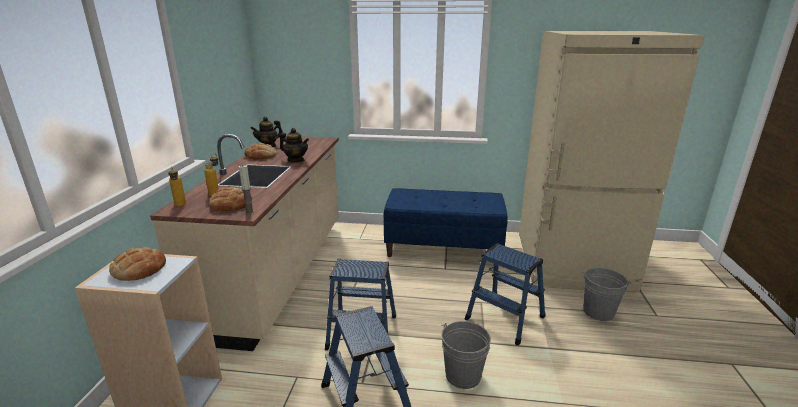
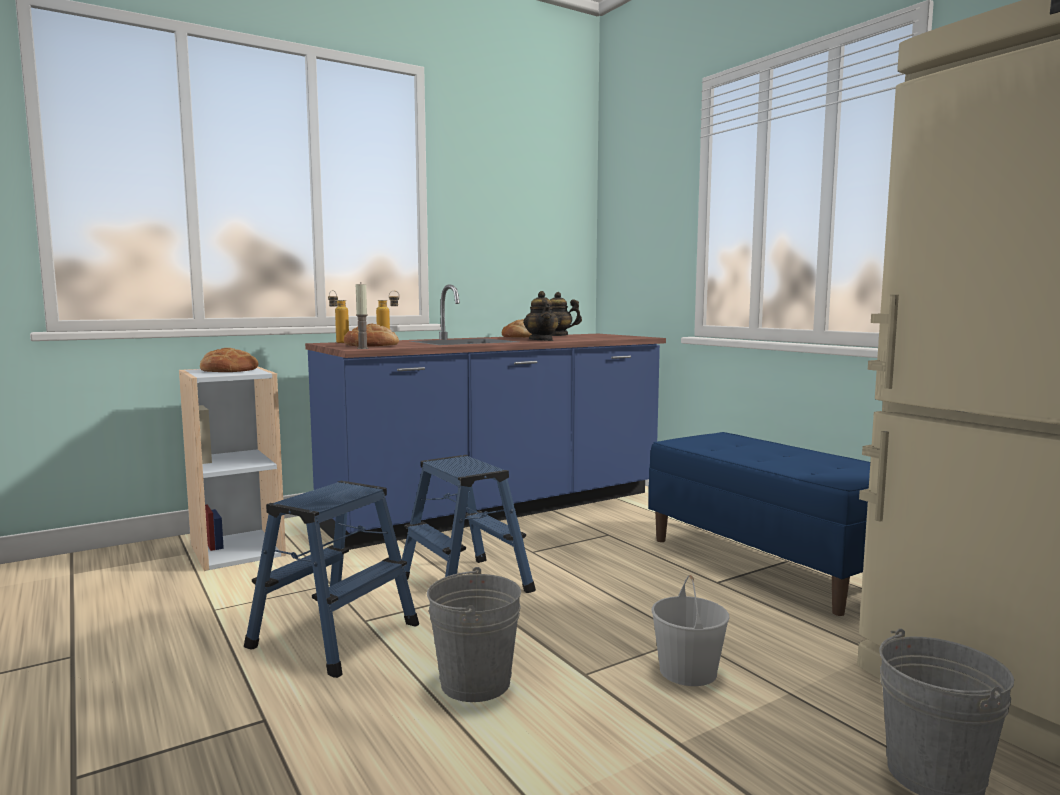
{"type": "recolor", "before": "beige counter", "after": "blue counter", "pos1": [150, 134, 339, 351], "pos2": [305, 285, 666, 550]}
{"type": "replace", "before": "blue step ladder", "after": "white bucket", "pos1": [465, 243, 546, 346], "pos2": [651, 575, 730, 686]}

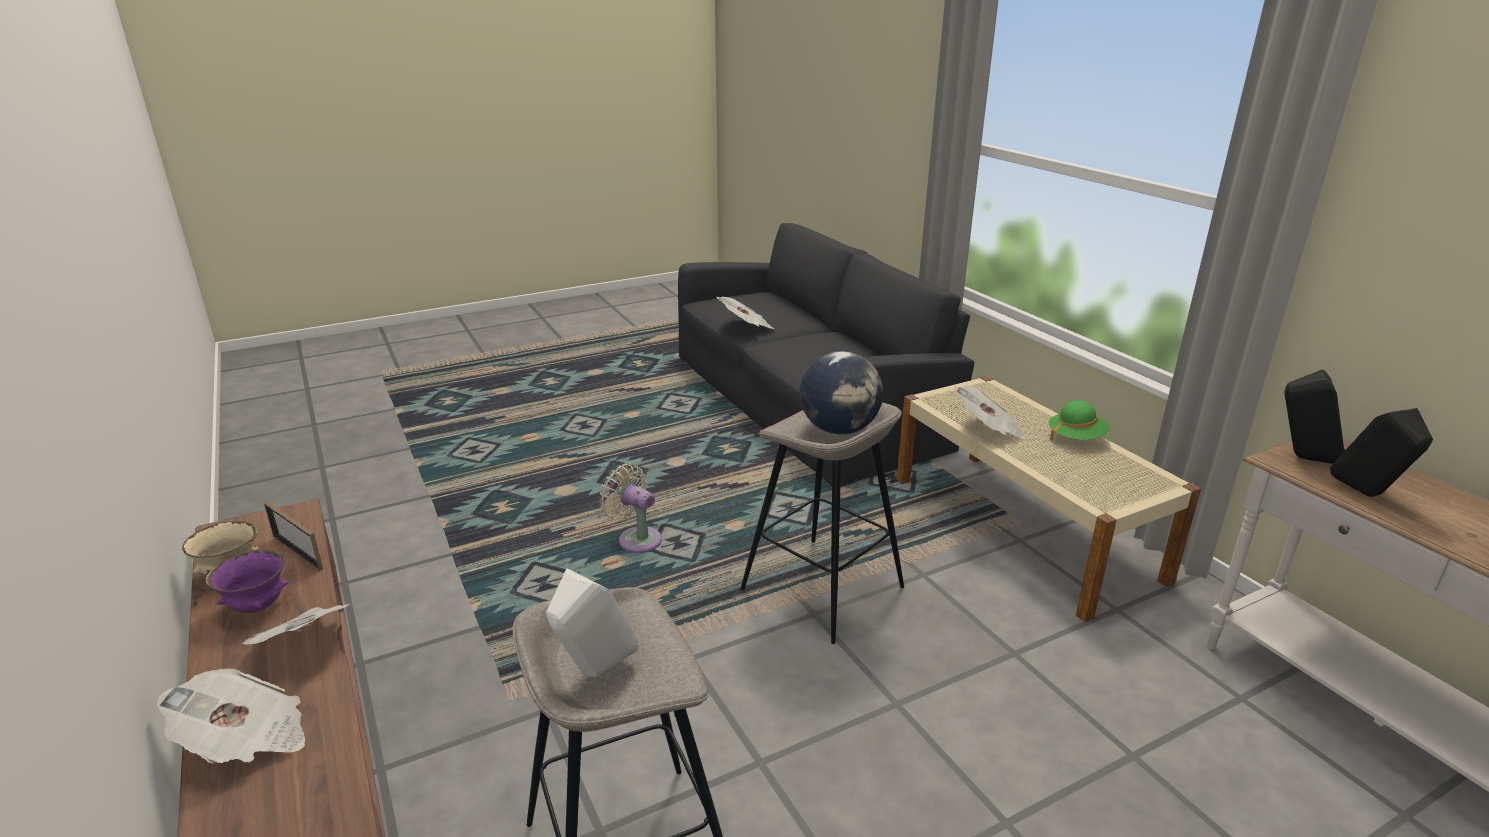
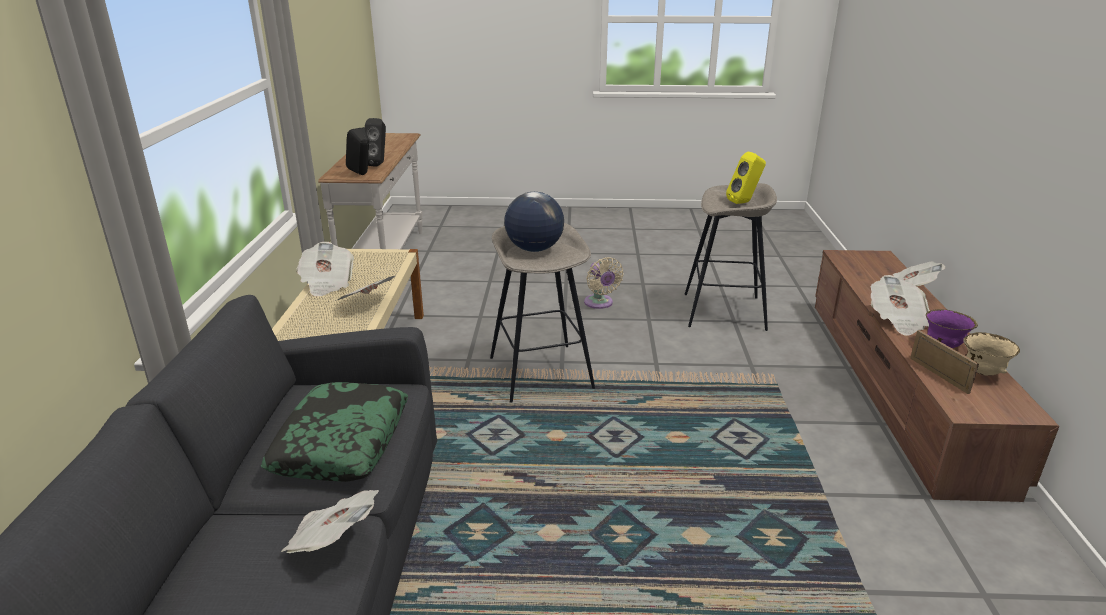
{"type": "insert", "after": "pillow", "pos2": [261, 382, 408, 482]}
{"type": "replace", "before": "green hat", "after": "newspaper", "pos1": [1049, 400, 1110, 442], "pos2": [296, 242, 354, 297]}
{"type": "move", "before": "beige fan", "pos1": [600, 463, 662, 553], "pos2": [584, 257, 624, 309]}
{"type": "recolor", "before": "white speaker", "after": "yellow speaker", "pos1": [546, 569, 640, 677], "pos2": [726, 152, 766, 204]}

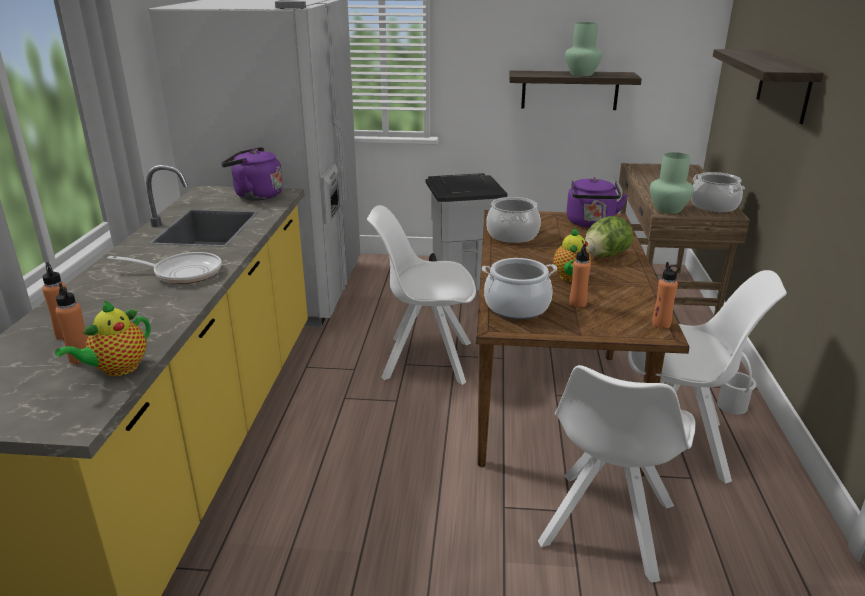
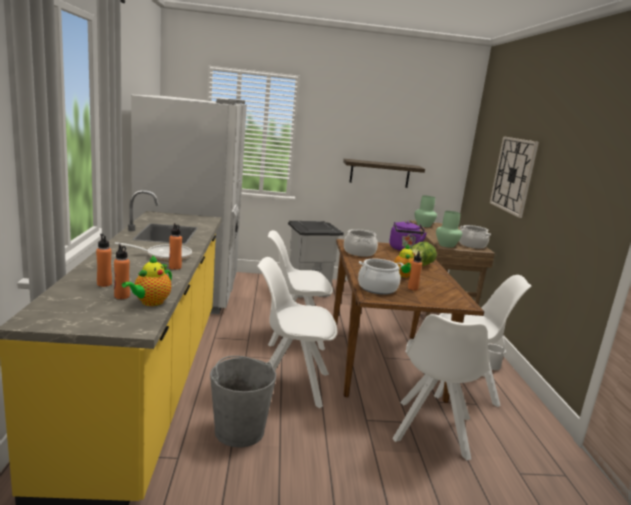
{"type": "move", "before": "orange bottle", "pos1": [652, 262, 680, 329], "pos2": [169, 223, 182, 270]}
{"type": "insert", "after": "grey bucket", "pos2": [210, 356, 276, 448]}
{"type": "insert", "after": "white chair", "pos2": [257, 257, 337, 408]}
{"type": "move", "before": "green vase", "pos1": [565, 22, 602, 76], "pos2": [415, 196, 437, 227]}
{"type": "replace", "before": "shelf", "after": "wall clock", "pos1": [713, 49, 824, 124], "pos2": [490, 136, 539, 218]}
{"type": "delete", "before": "purple kettle", "pos1": [221, 147, 283, 201]}

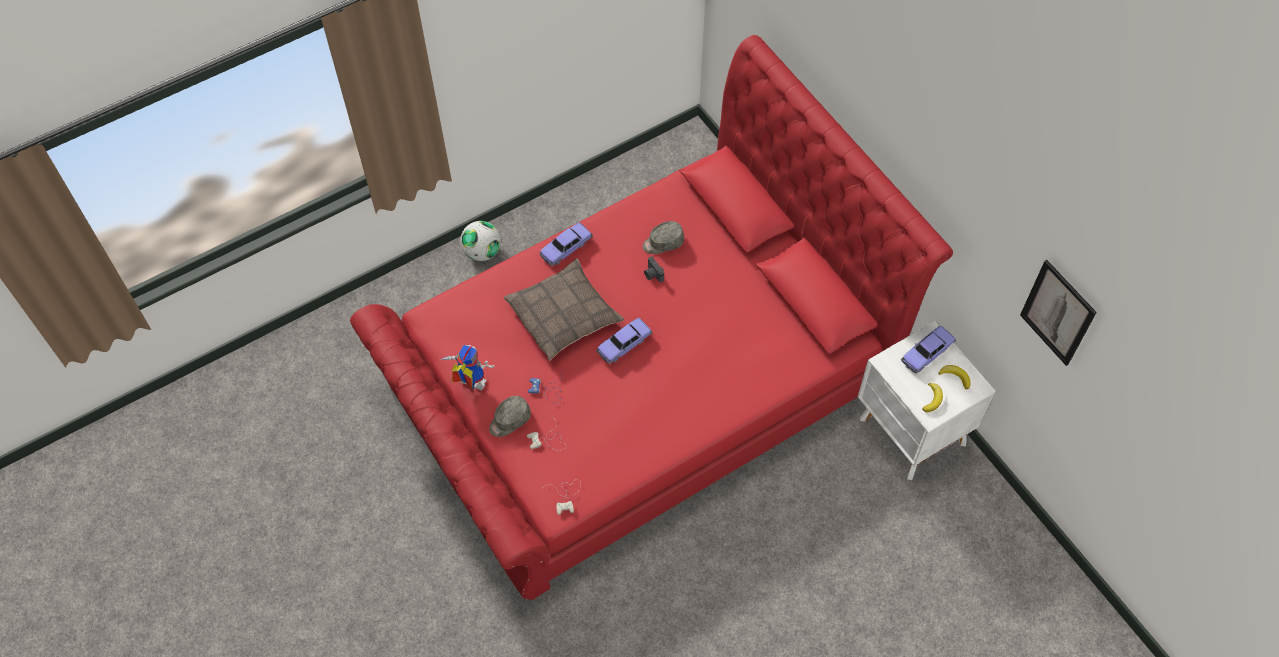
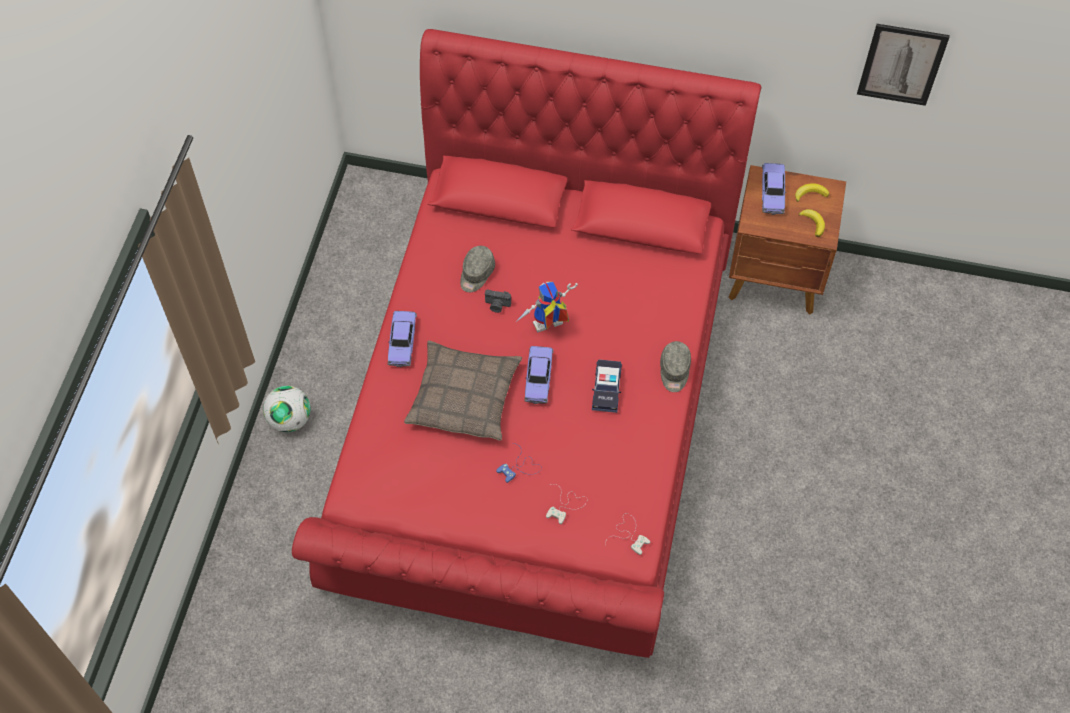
{"type": "move", "before": "toy robot", "pos1": [440, 345, 494, 390], "pos2": [516, 282, 578, 332]}
{"type": "insert", "after": "toy car", "pos2": [592, 359, 622, 413]}
{"type": "move", "before": "grey cap", "pos1": [489, 396, 531, 437], "pos2": [660, 341, 691, 392]}
{"type": "recolor", "before": "white nightstand", "after": "brown nightstand", "pos1": [858, 321, 995, 480], "pos2": [729, 165, 846, 315]}

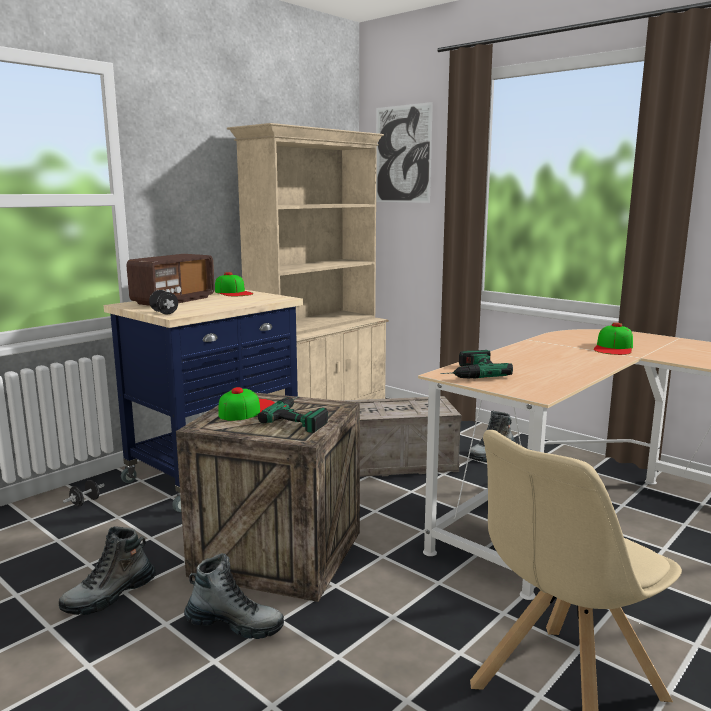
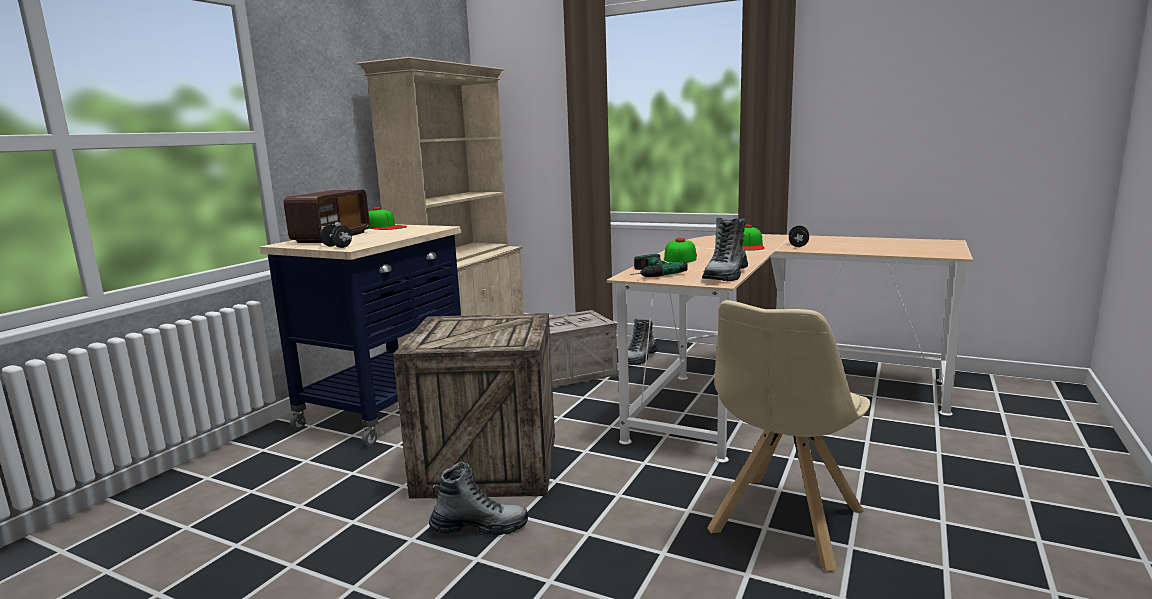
{"type": "move", "before": "cap", "pos1": [219, 387, 275, 421], "pos2": [664, 238, 697, 263]}
{"type": "move", "before": "boot", "pos1": [59, 526, 156, 615], "pos2": [702, 218, 748, 281]}
{"type": "move", "before": "black dumbbell", "pos1": [63, 480, 104, 507], "pos2": [789, 226, 809, 247]}
{"type": "delete", "before": "power drill", "pos1": [258, 397, 328, 433]}
{"type": "delete", "before": "picture", "pos1": [376, 102, 433, 203]}

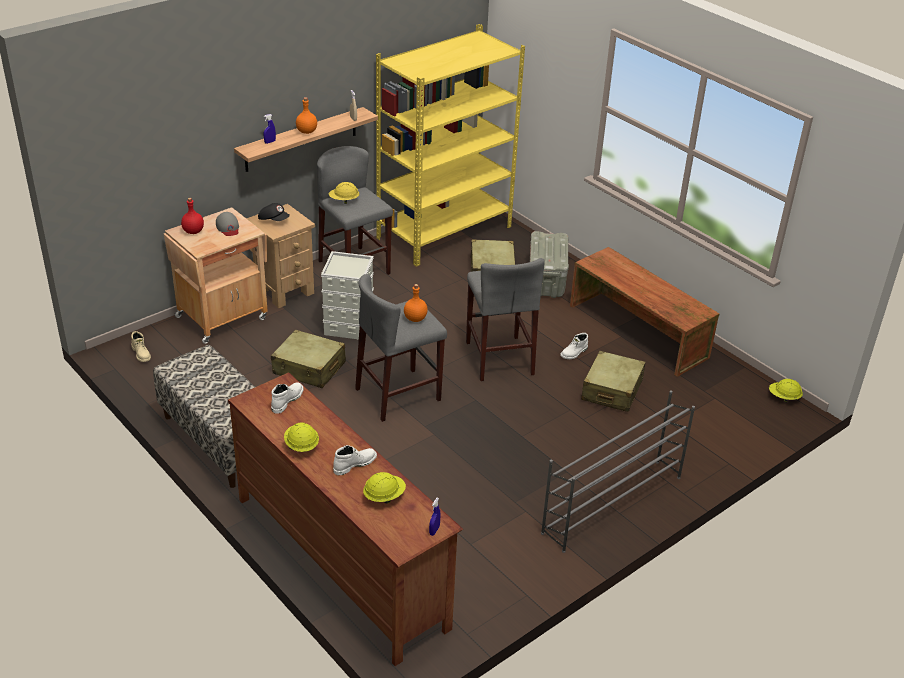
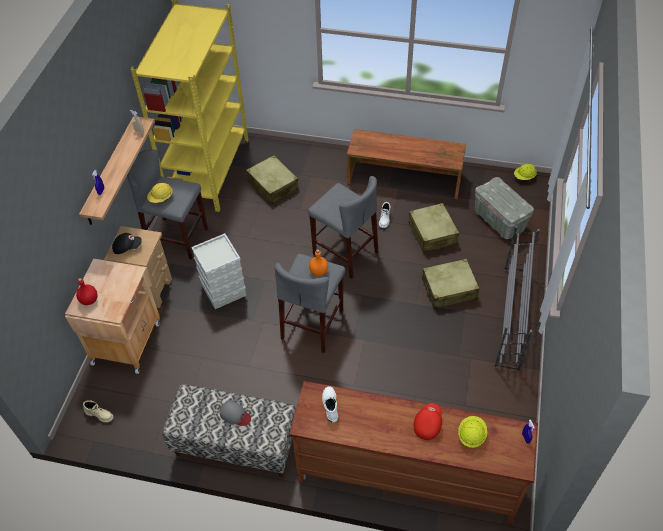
{"type": "move", "before": "grey cap", "pos1": [216, 212, 239, 236], "pos2": [219, 401, 251, 426]}
{"type": "replace", "before": "white boot", "after": "red cap", "pos1": [333, 445, 377, 475], "pos2": [413, 403, 442, 440]}
{"type": "move", "before": "beige suitcase", "pos1": [271, 330, 346, 388], "pos2": [422, 259, 479, 309]}
{"type": "move", "before": "grey storage box", "pos1": [530, 231, 569, 298], "pos2": [475, 177, 534, 239]}
{"type": "delete", "before": "yellow hard hat", "pos1": [284, 422, 319, 452]}
{"type": "delete", "before": "orange bottle", "pos1": [296, 97, 317, 134]}

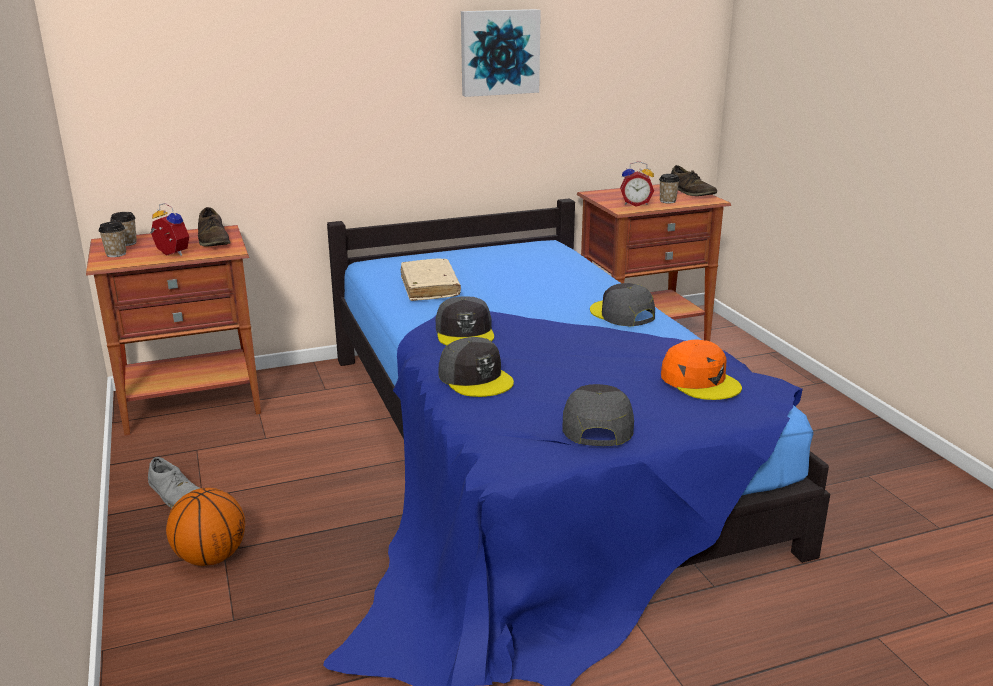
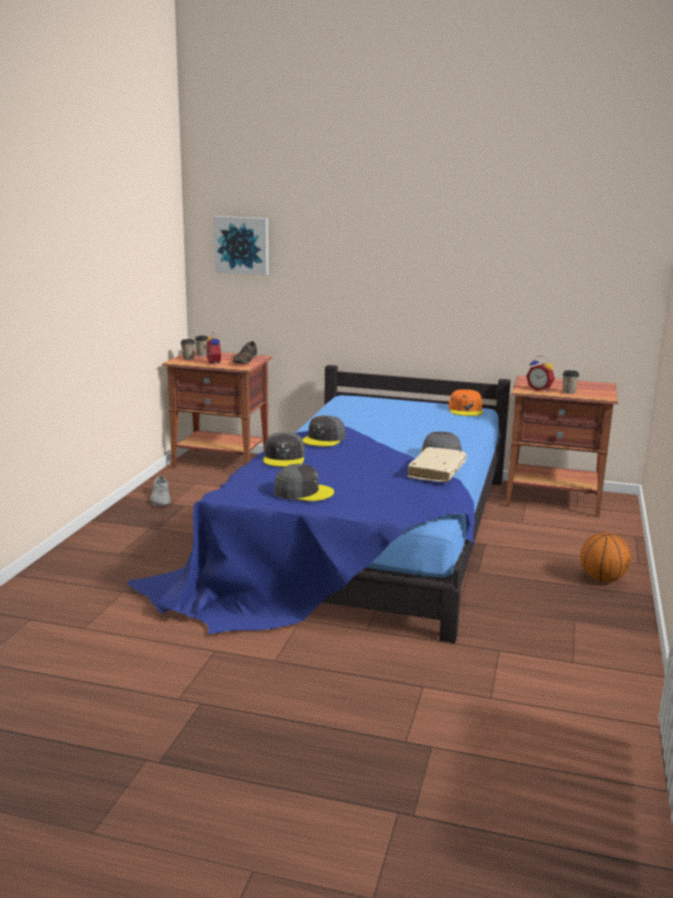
{"type": "move", "before": "picture", "pos1": [461, 9, 541, 97], "pos2": [214, 216, 269, 275]}
{"type": "rotate", "before": "grey cap", "pos1": [562, 384, 634, 446], "pos2": [274, 464, 334, 501], "turn": 60}
{"type": "move", "before": "beige book", "pos1": [401, 258, 461, 301], "pos2": [408, 447, 467, 482]}
{"type": "move", "before": "orange cap", "pos1": [661, 339, 742, 400], "pos2": [449, 389, 483, 416]}
{"type": "move", "before": "basketball", "pos1": [166, 488, 245, 566], "pos2": [580, 532, 631, 582]}
{"type": "delete", "before": "brown shoe", "pos1": [671, 165, 717, 196]}

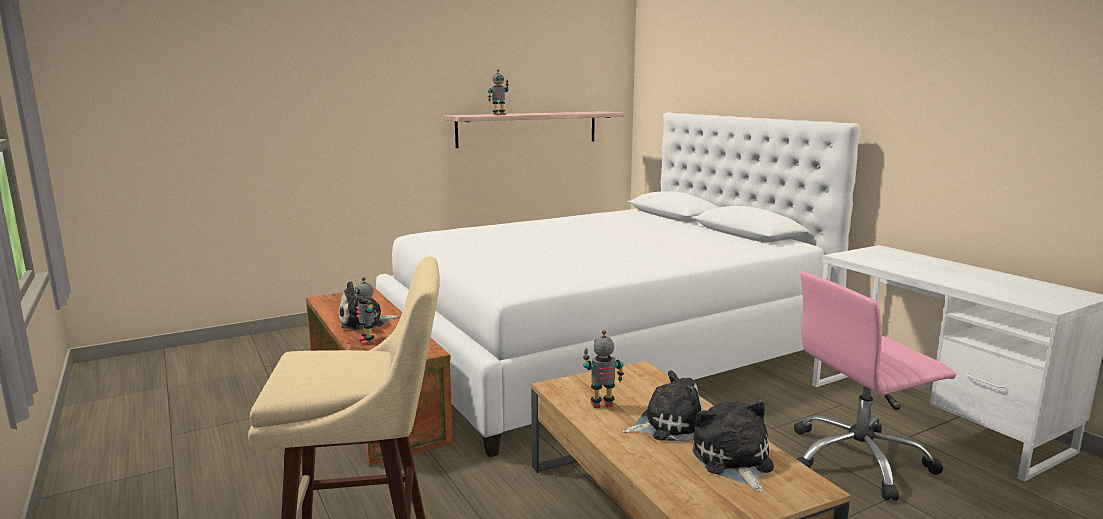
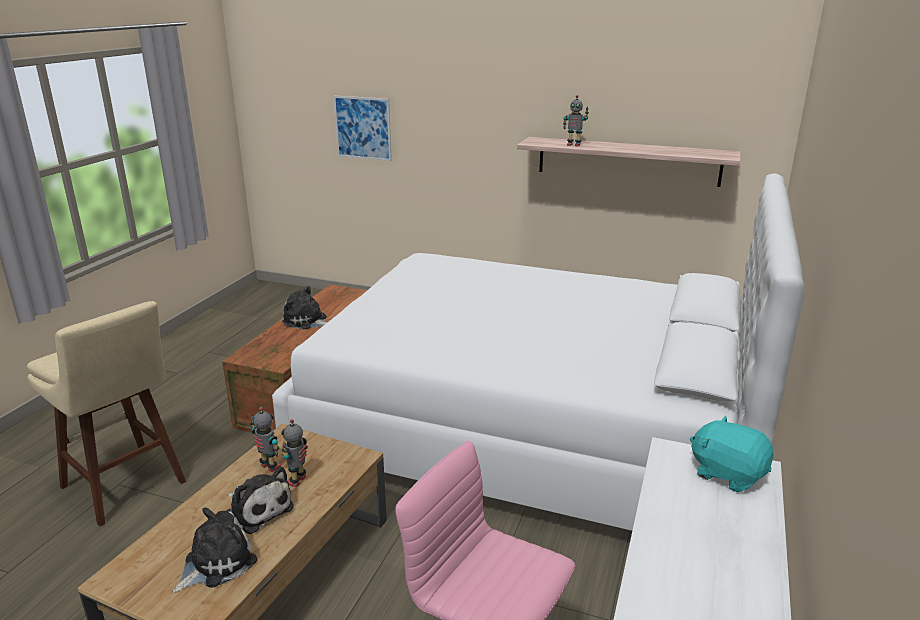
{"type": "move", "before": "toy robot", "pos1": [354, 277, 376, 346], "pos2": [281, 419, 308, 487]}
{"type": "insert", "after": "picture", "pos2": [333, 96, 392, 161]}
{"type": "insert", "after": "turquoise plush toy", "pos2": [690, 415, 774, 493]}

